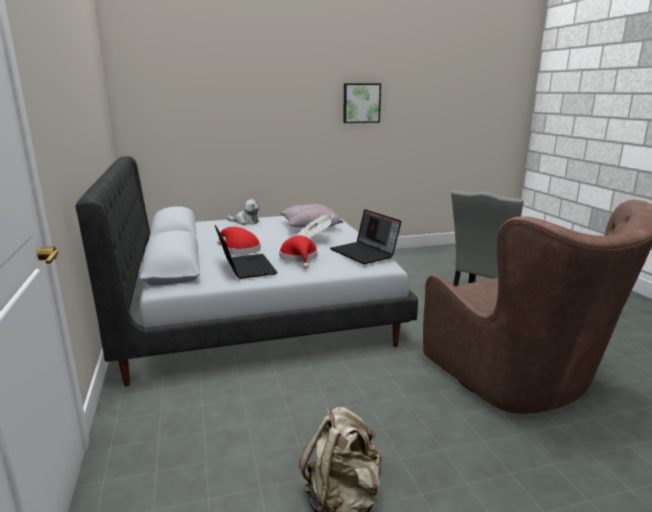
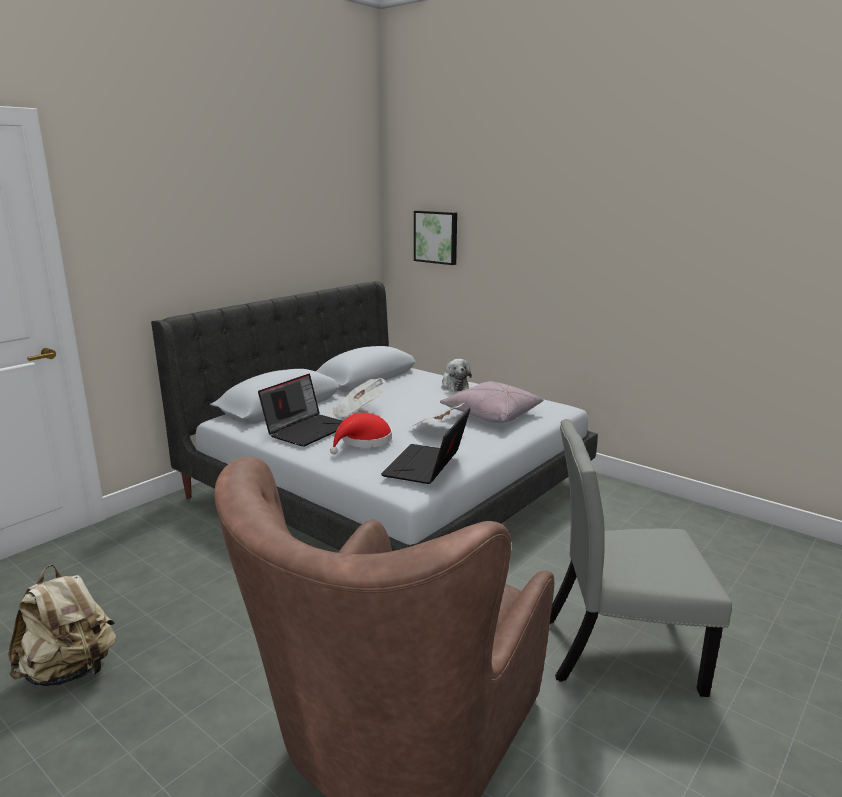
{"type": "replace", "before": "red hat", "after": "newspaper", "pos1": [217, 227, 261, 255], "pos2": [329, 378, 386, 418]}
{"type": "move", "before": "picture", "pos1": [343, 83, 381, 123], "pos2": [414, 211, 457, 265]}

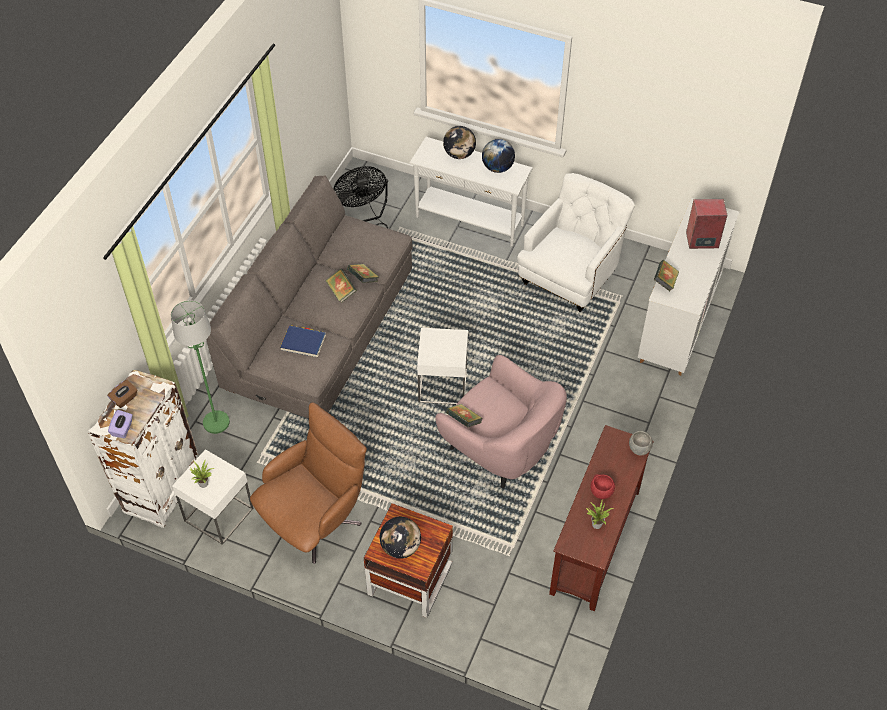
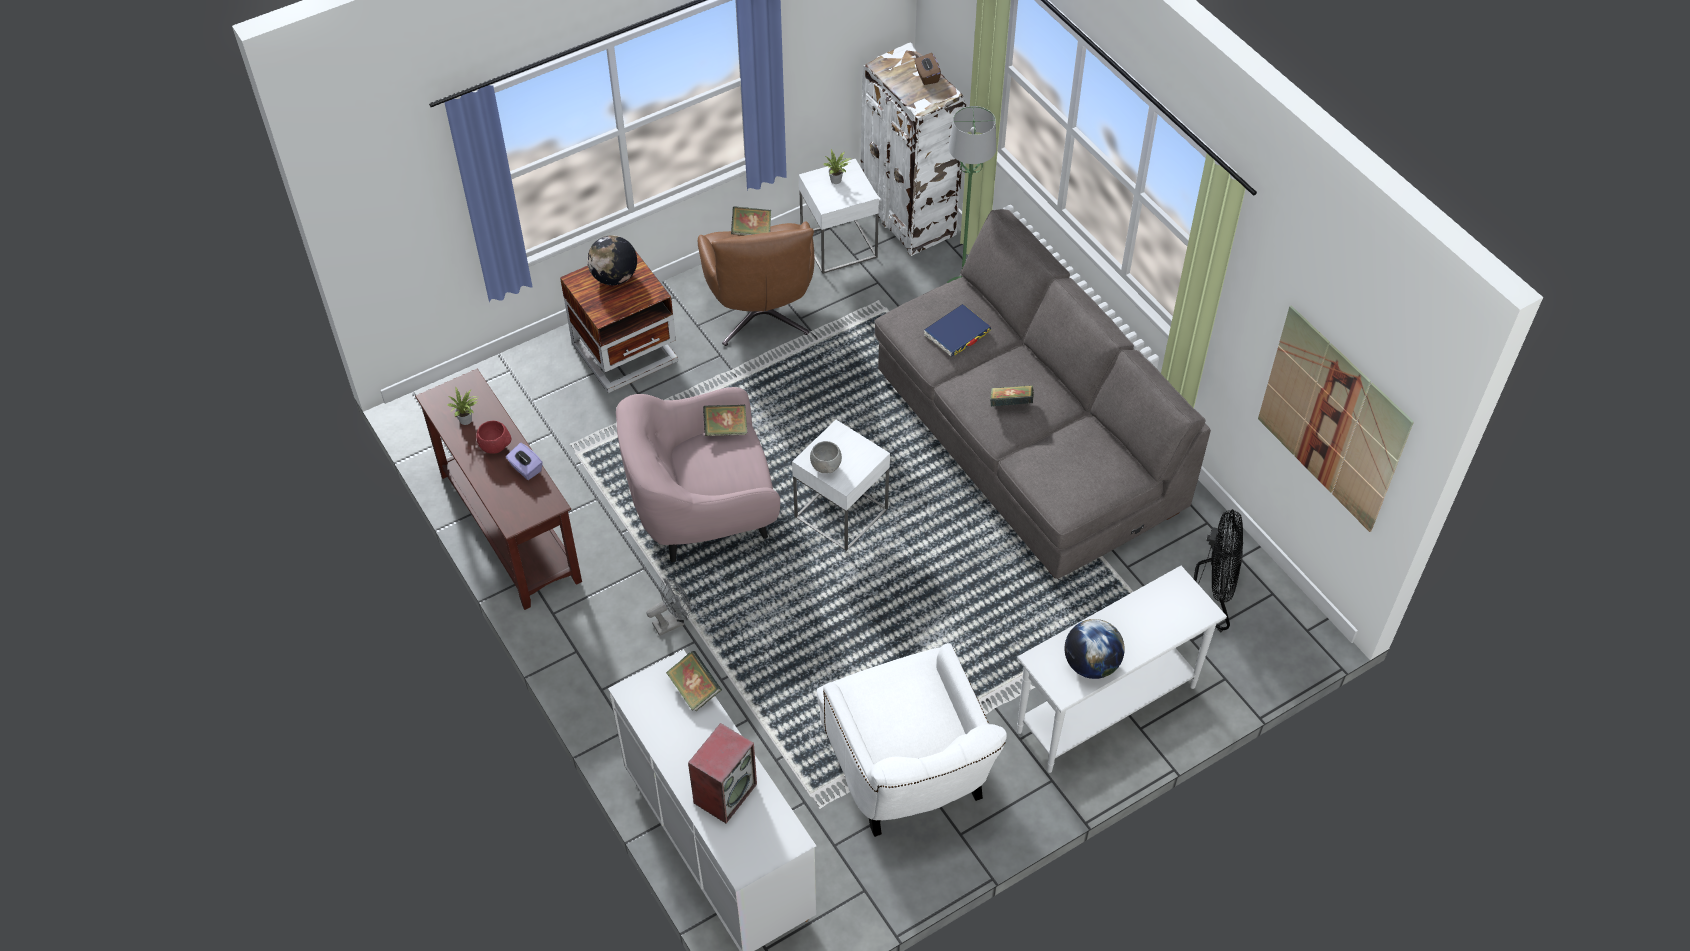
{"type": "move", "before": "purple tissue box", "pos1": [108, 410, 133, 438], "pos2": [506, 443, 543, 480]}
{"type": "insert", "after": "grey fan", "pos2": [647, 578, 691, 636]}
{"type": "move", "before": "book", "pos1": [347, 264, 379, 283], "pos2": [731, 206, 771, 236]}
{"type": "move", "before": "grey bowl", "pos1": [629, 431, 653, 456], "pos2": [810, 441, 842, 473]}
{"type": "insert", "after": "picture", "pos2": [1258, 305, 1414, 532]}
{"type": "delete", "before": "globe", "pos1": [443, 126, 476, 159]}

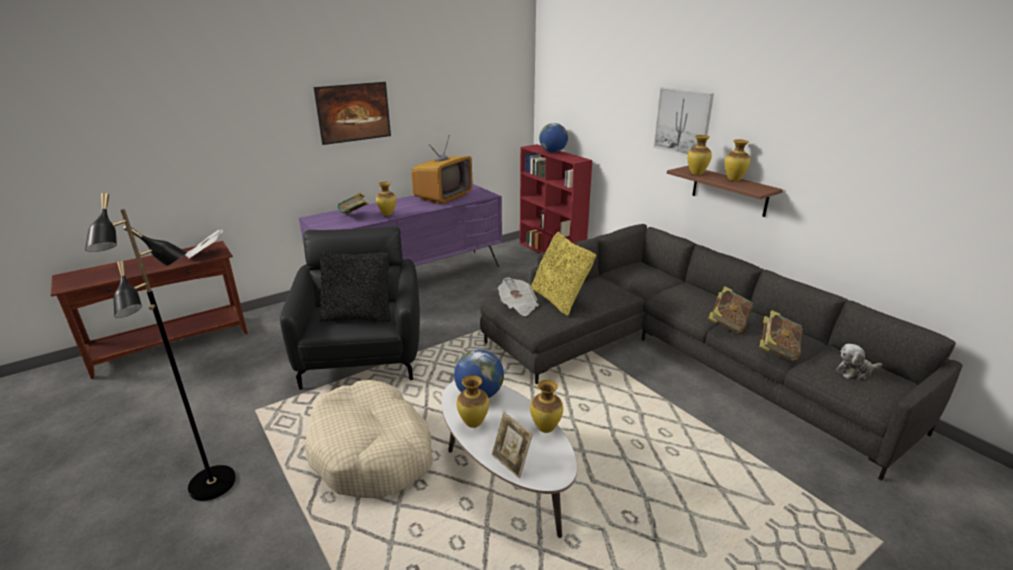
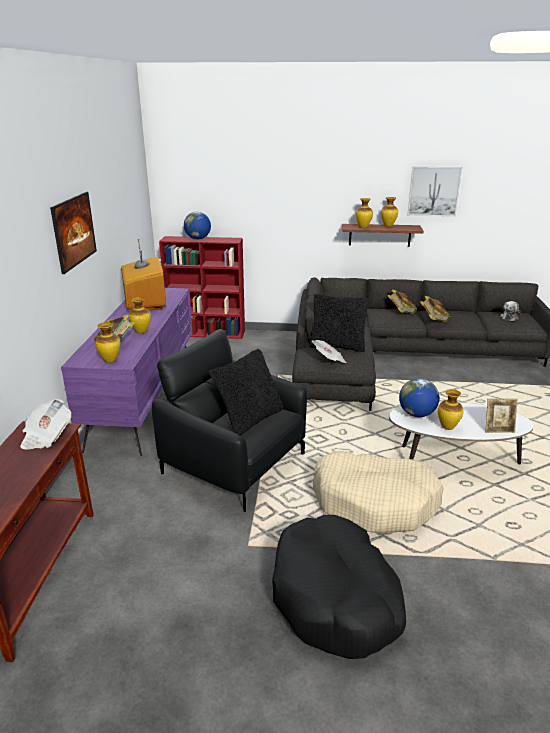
{"type": "move", "before": "vase", "pos1": [530, 380, 563, 433], "pos2": [95, 322, 120, 363]}
{"type": "replace", "before": "black floor lamp", "after": "black dog bed", "pos1": [85, 193, 236, 501], "pos2": [272, 515, 406, 659]}
{"type": "recolor", "before": "yellow pillow", "after": "black pillow", "pos1": [531, 232, 597, 316], "pos2": [309, 294, 368, 352]}
{"type": "move", "before": "book", "pos1": [760, 310, 803, 361], "pos2": [388, 289, 417, 314]}
{"type": "move", "before": "picture", "pos1": [653, 87, 714, 156], "pos2": [407, 166, 462, 217]}

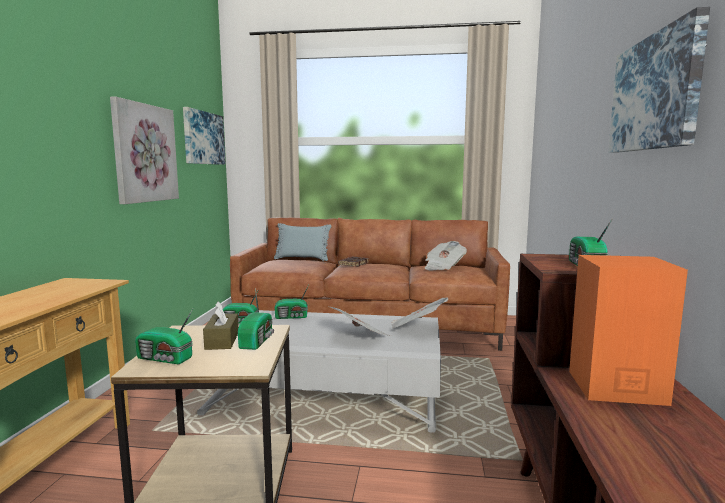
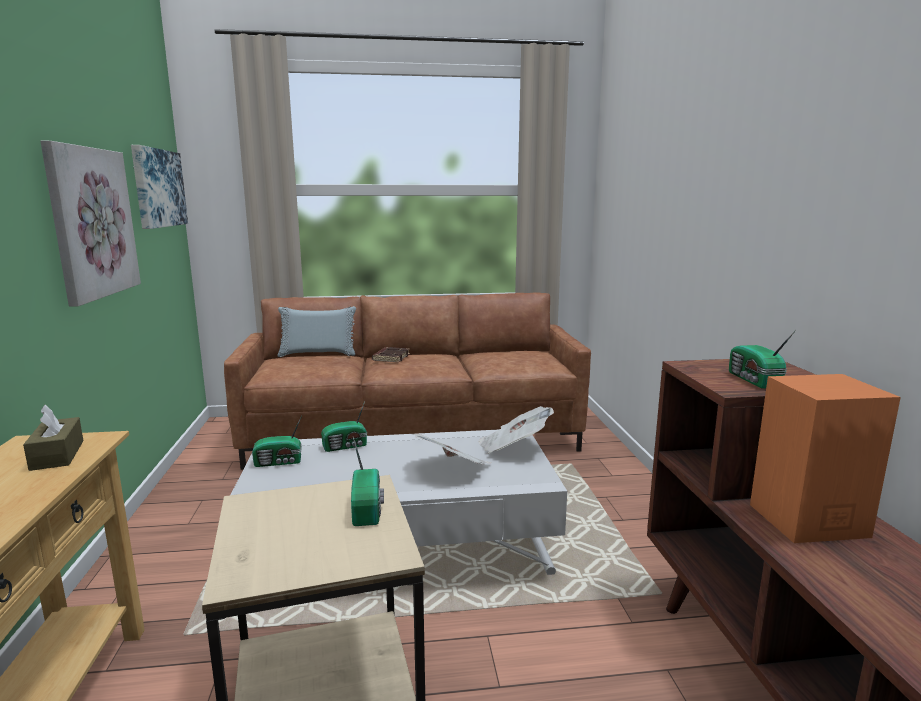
{"type": "move", "before": "brown tissue box", "pos1": [203, 301, 239, 350], "pos2": [23, 405, 83, 471]}
{"type": "delete", "before": "radio", "pos1": [135, 307, 194, 364]}
{"type": "delete", "before": "newspaper", "pos1": [425, 241, 467, 270]}
{"type": "delete", "before": "picture", "pos1": [608, 7, 710, 153]}

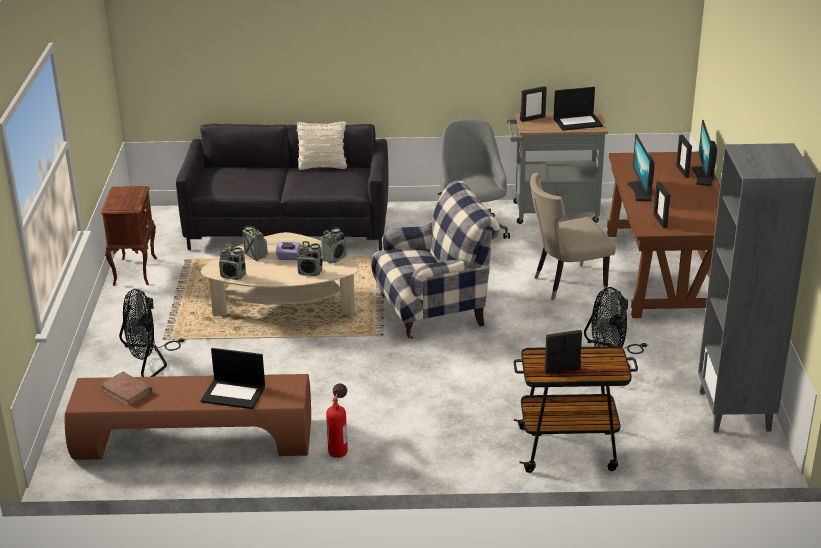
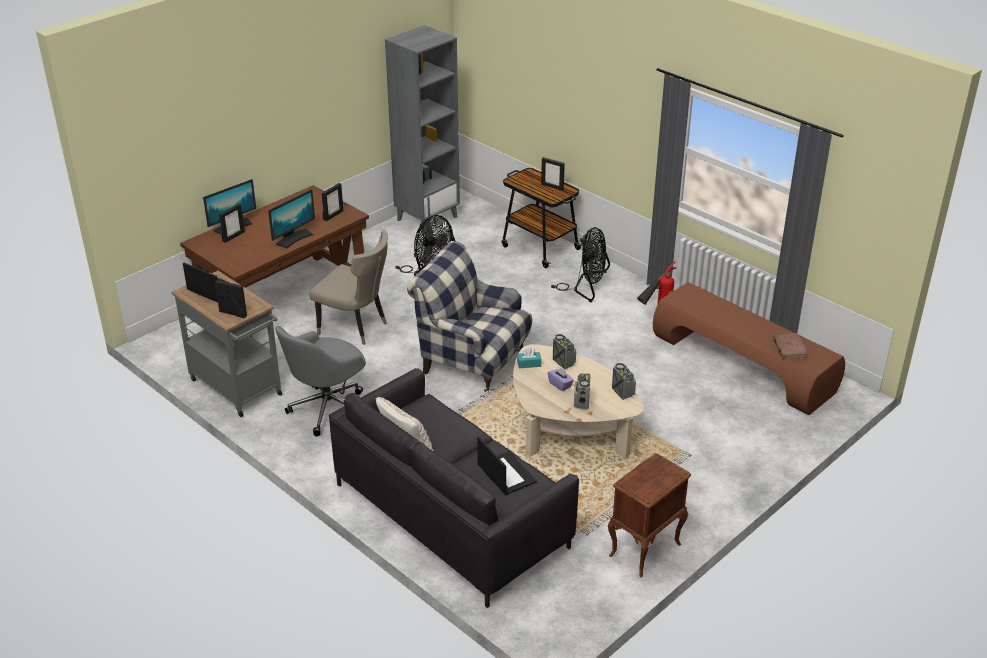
{"type": "move", "before": "laptop", "pos1": [201, 348, 265, 409], "pos2": [477, 437, 537, 495]}
{"type": "replace", "before": "radio", "after": "turquoise tissue box", "pos1": [321, 228, 346, 264], "pos2": [517, 348, 542, 368]}
{"type": "move", "before": "black fan", "pos1": [119, 289, 185, 377], "pos2": [551, 227, 610, 303]}

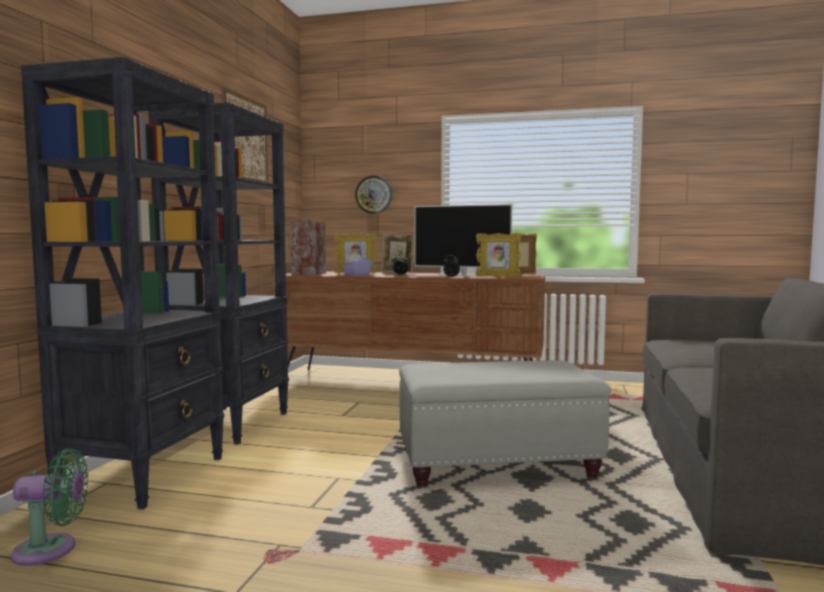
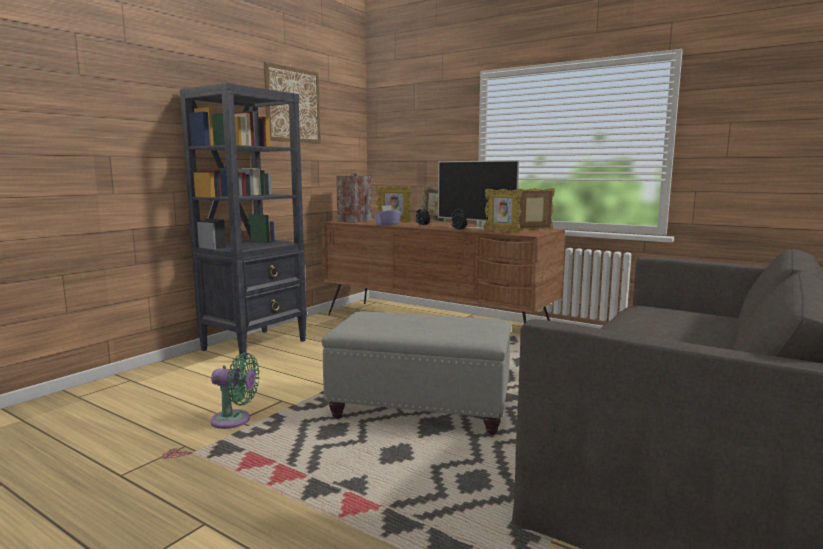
{"type": "move", "before": "green fan", "pos1": [11, 448, 88, 566], "pos2": [210, 353, 260, 429]}
{"type": "delete", "before": "black bookcase", "pos1": [21, 57, 224, 510]}
{"type": "delete", "before": "wall clock", "pos1": [355, 176, 392, 214]}

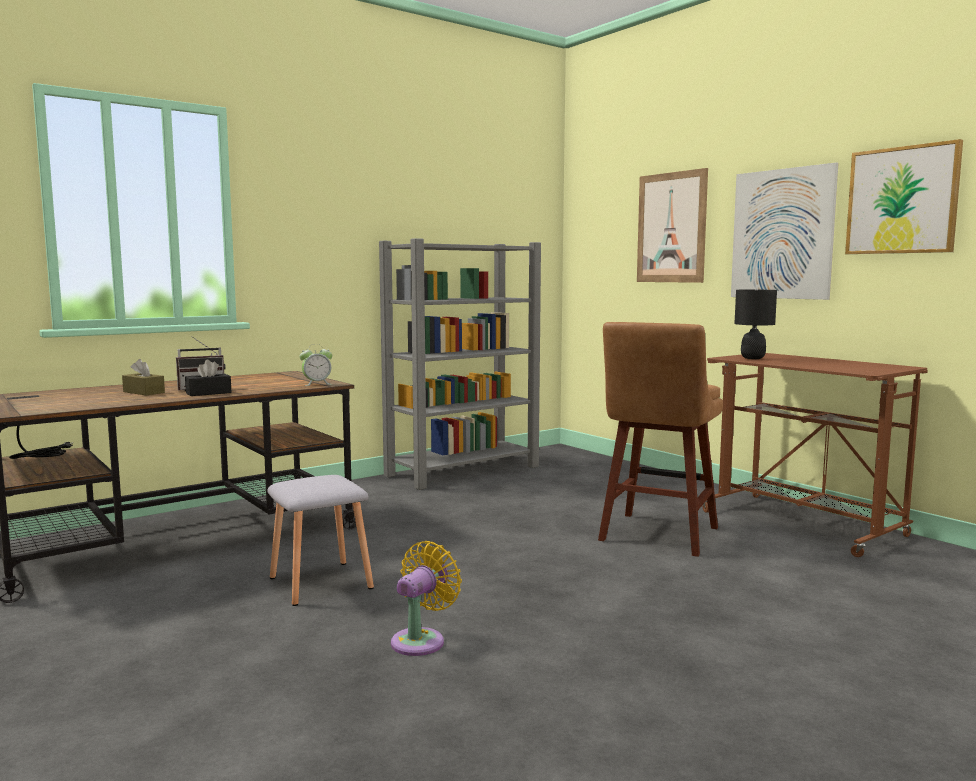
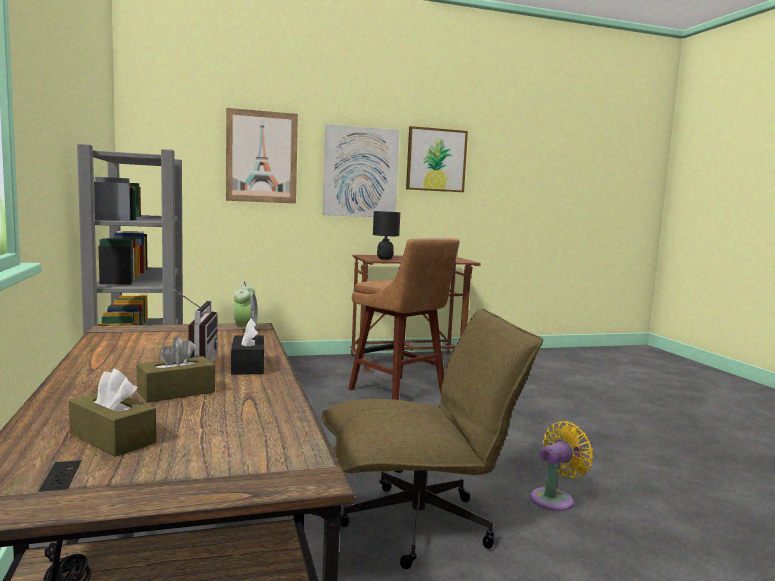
{"type": "insert", "after": "brown tissue box", "pos2": [69, 369, 157, 457]}
{"type": "replace", "before": "grey stool", "after": "beige office chair", "pos1": [267, 475, 374, 606], "pos2": [322, 309, 543, 569]}
{"type": "rotate", "before": "yellow fan", "pos1": [391, 541, 462, 656], "pos2": [530, 421, 594, 511], "turn": 90}

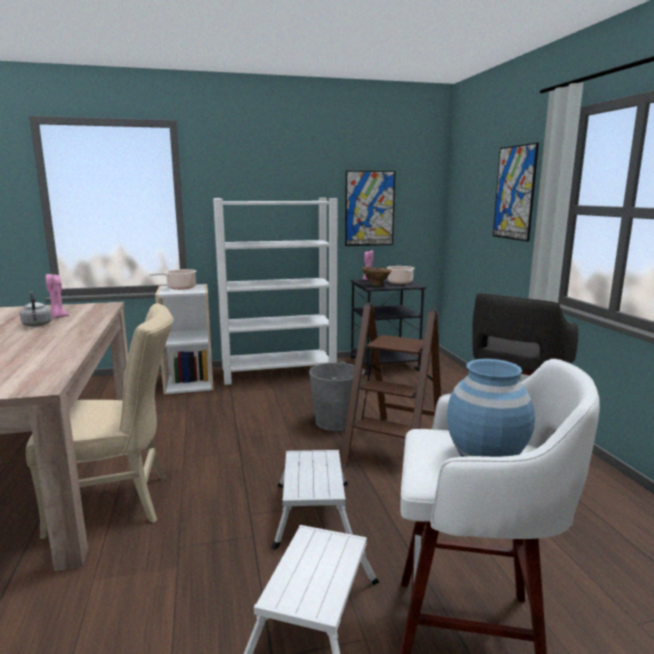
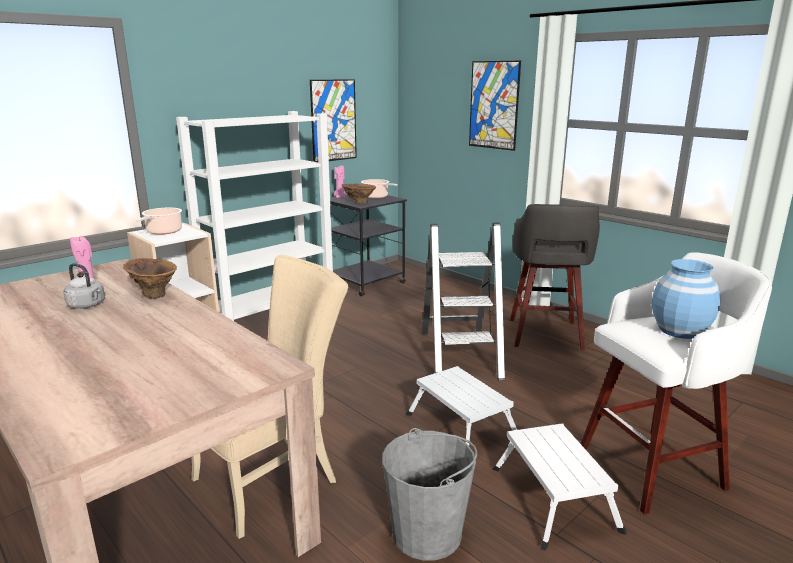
{"type": "insert", "after": "brown vase", "pos2": [123, 258, 177, 299]}
{"type": "move", "before": "grey bucket", "pos1": [309, 360, 365, 431], "pos2": [382, 428, 477, 561]}
{"type": "recolor", "before": "brown step ladder", "after": "grey step ladder", "pos1": [340, 302, 441, 467], "pos2": [422, 222, 505, 380]}

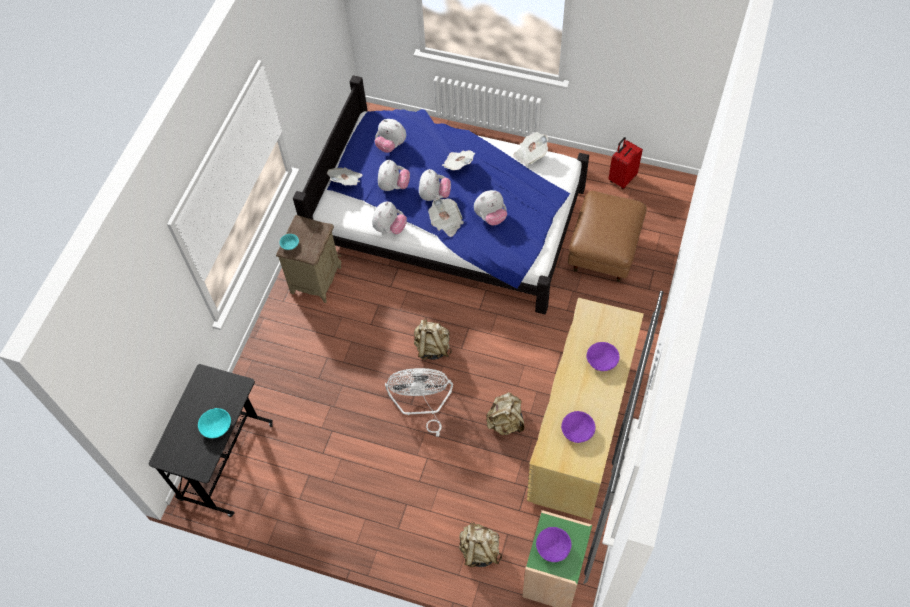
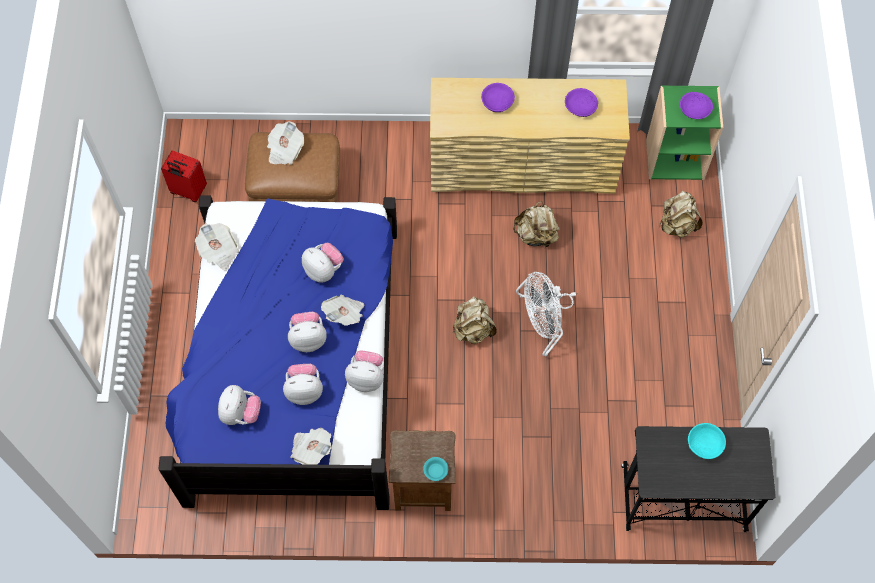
{"type": "move", "before": "newspaper", "pos1": [442, 150, 475, 170], "pos2": [267, 121, 304, 165]}

